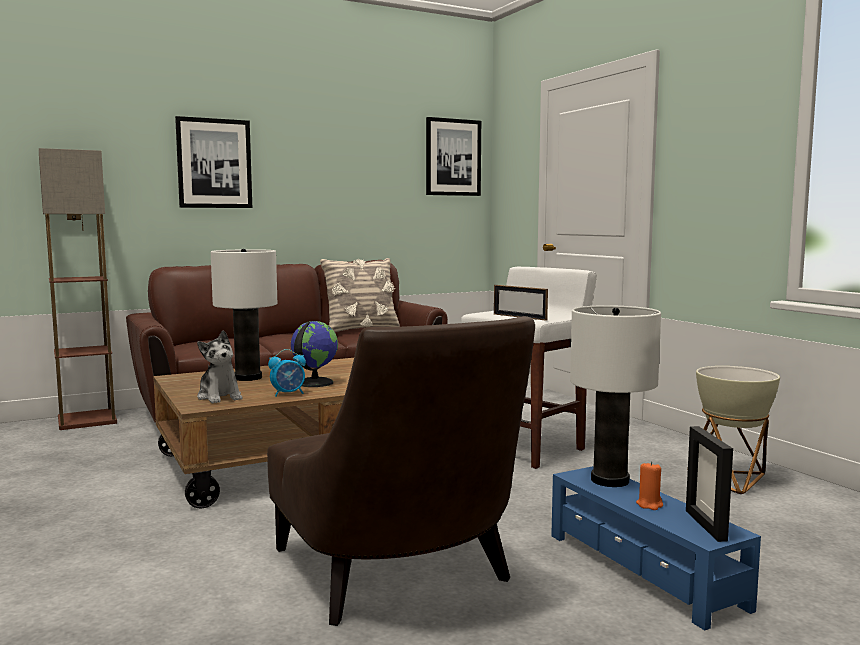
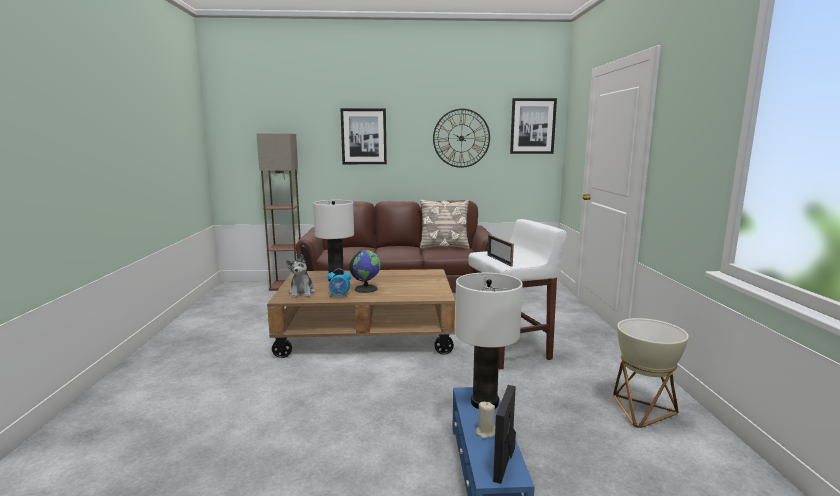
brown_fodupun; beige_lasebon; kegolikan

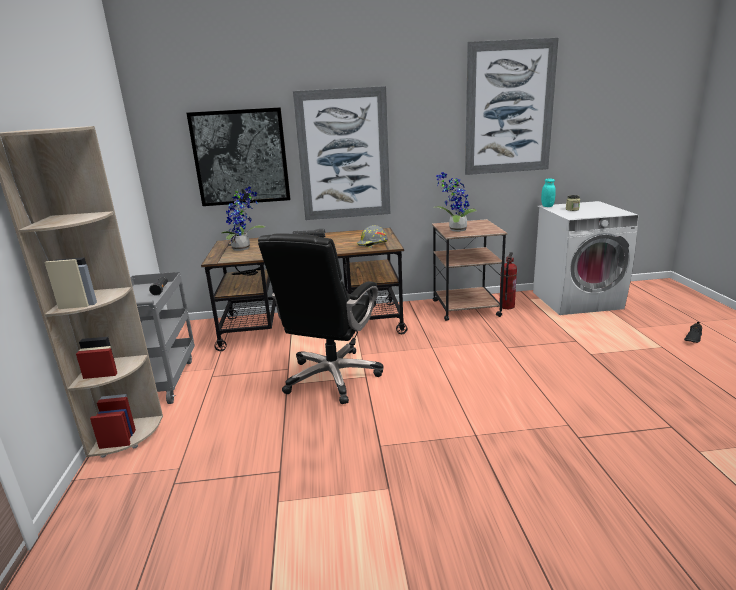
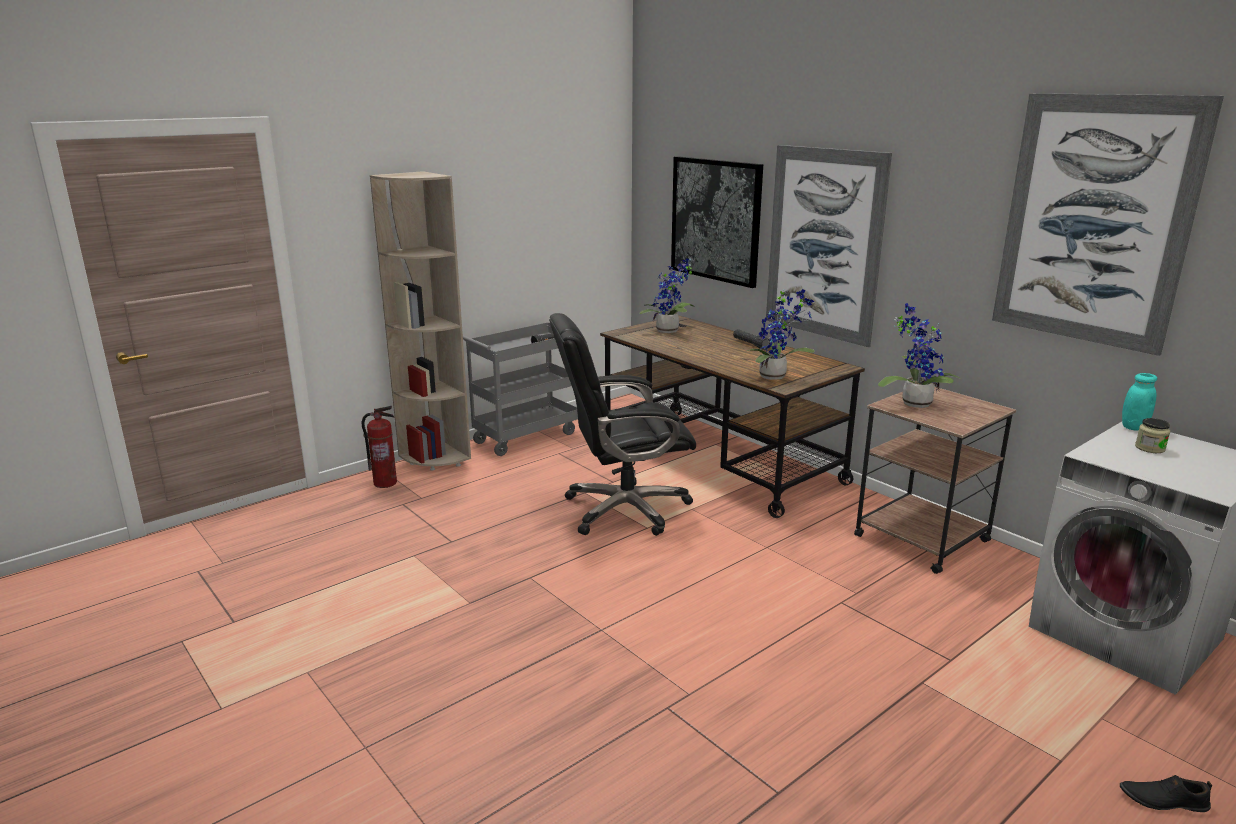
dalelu (2nd from left); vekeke

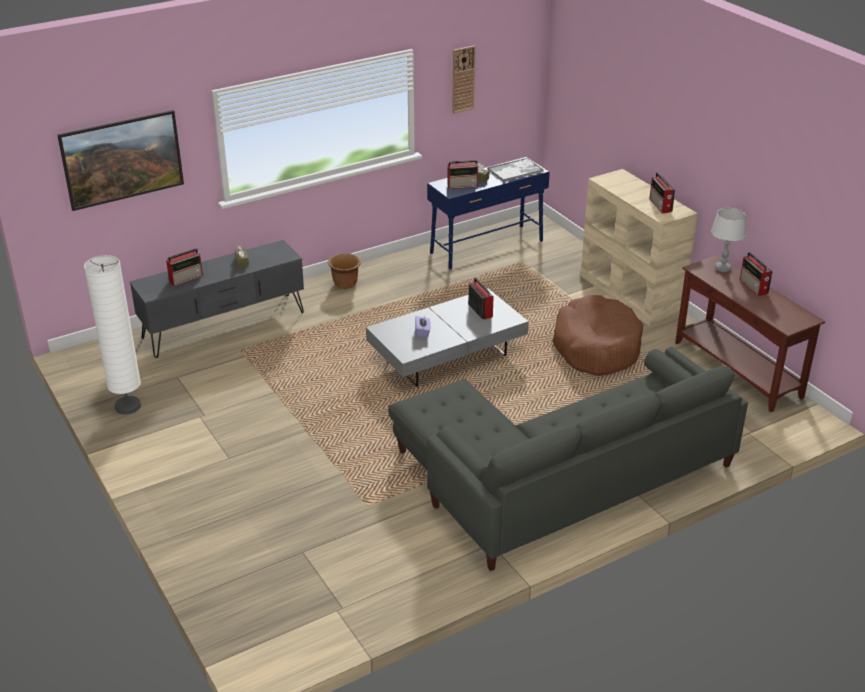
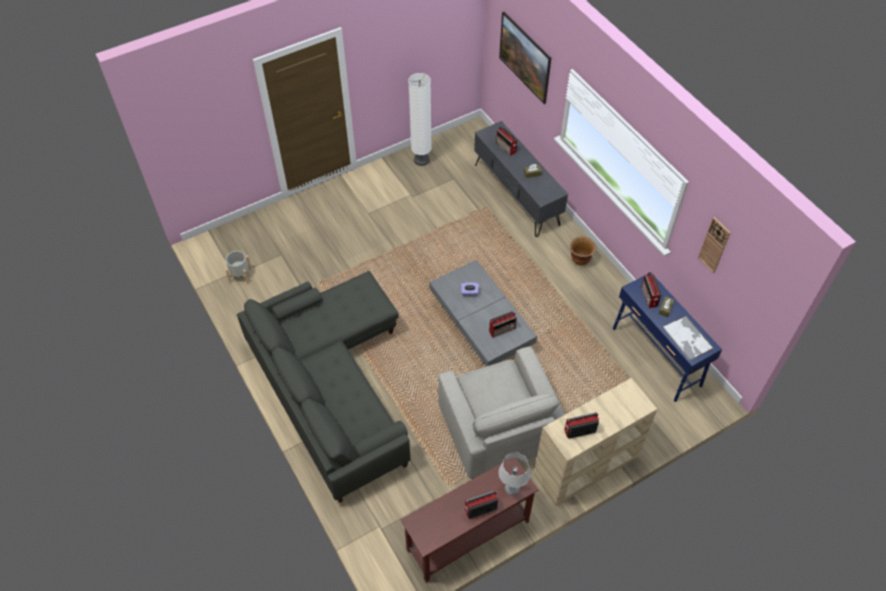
grey_fodupun; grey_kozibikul

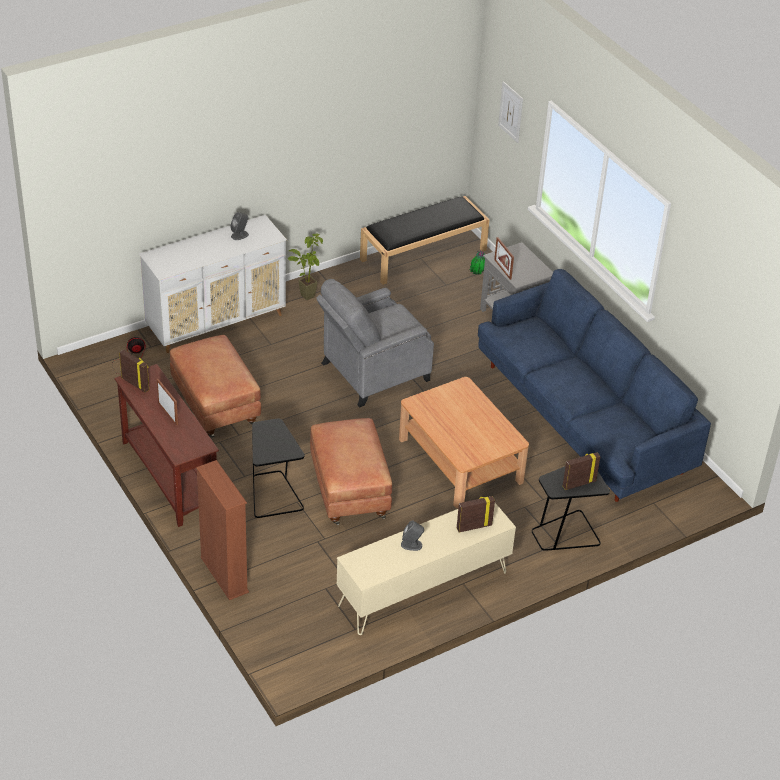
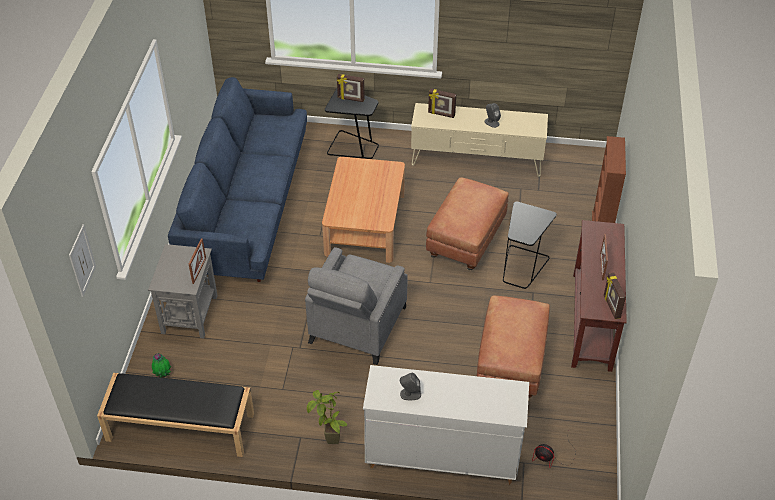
grey_fodupun

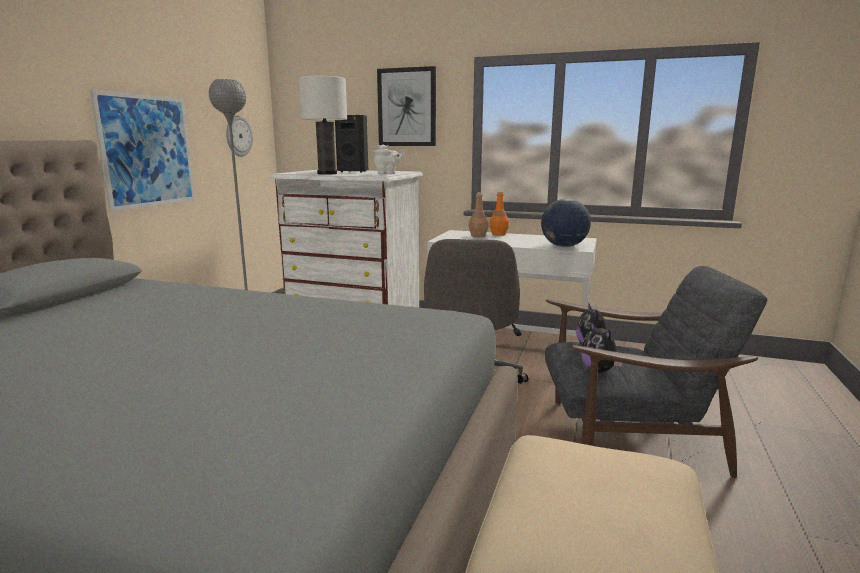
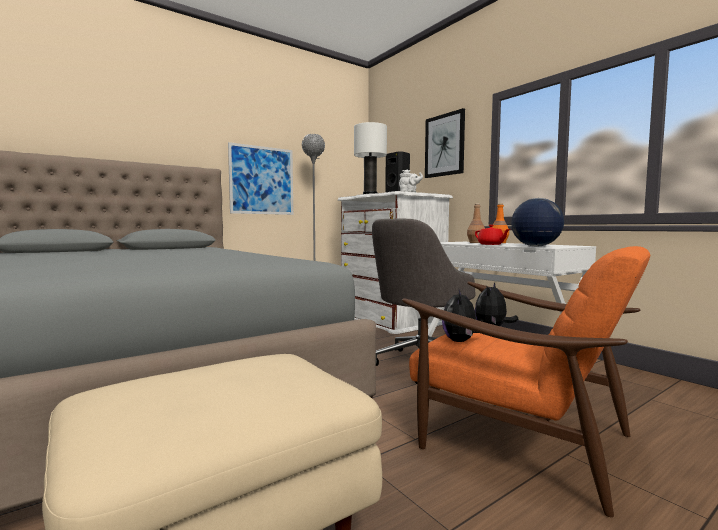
kegolikan; orange_fodupun; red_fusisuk

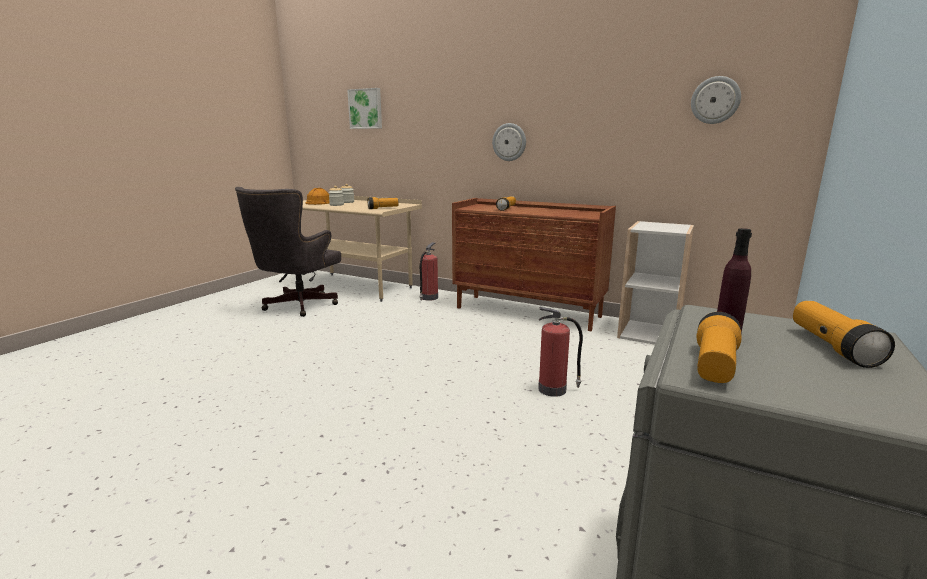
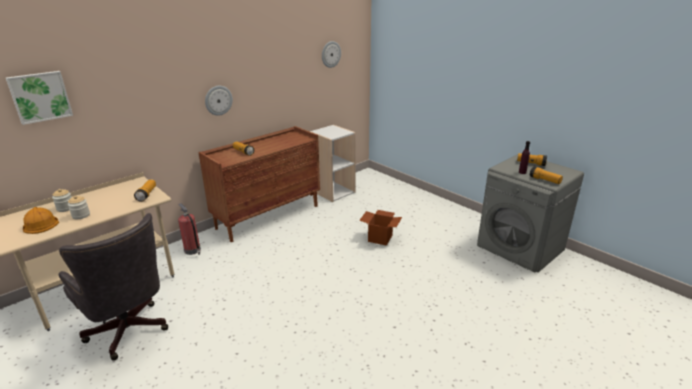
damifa

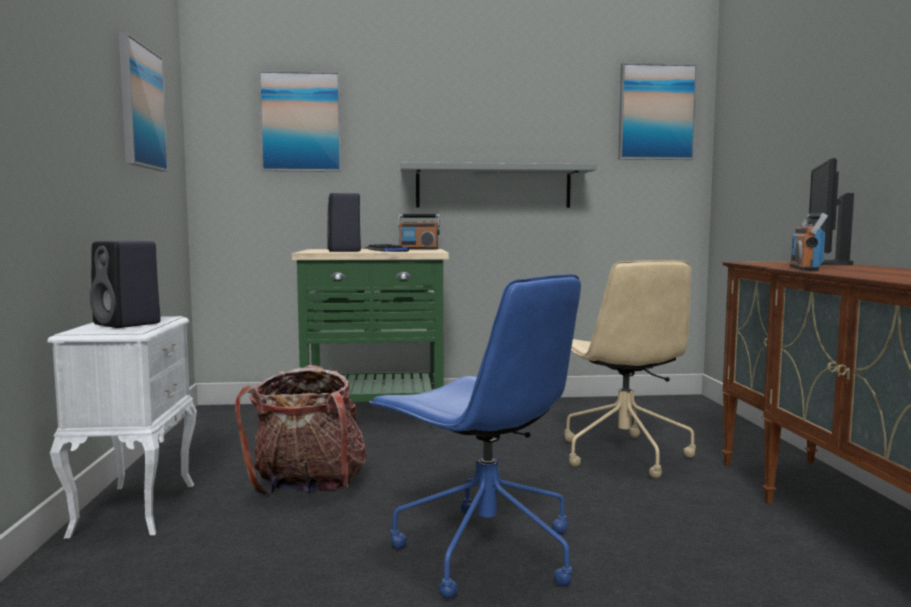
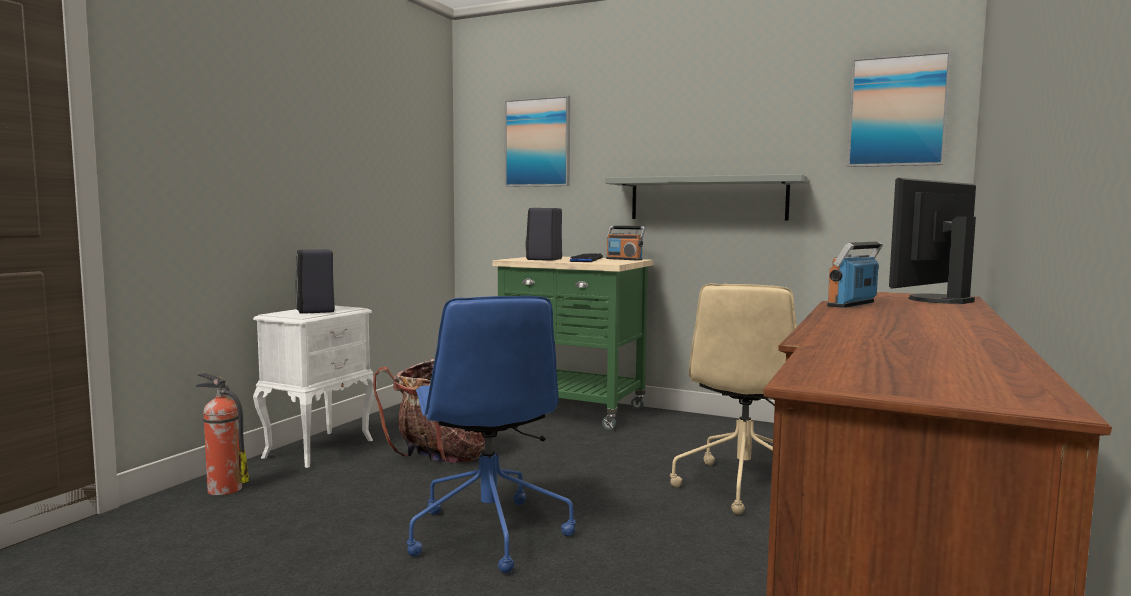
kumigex (1st from left in the first image); vekeke

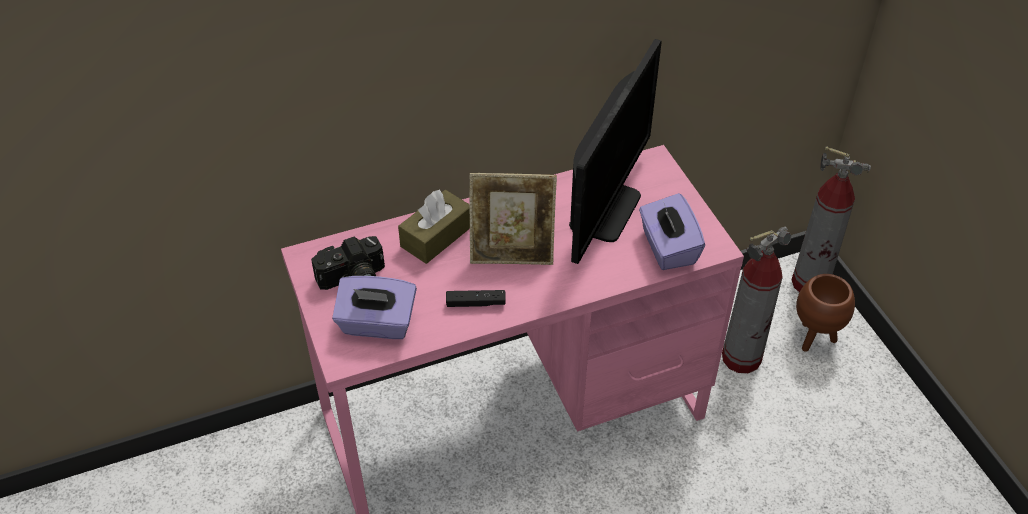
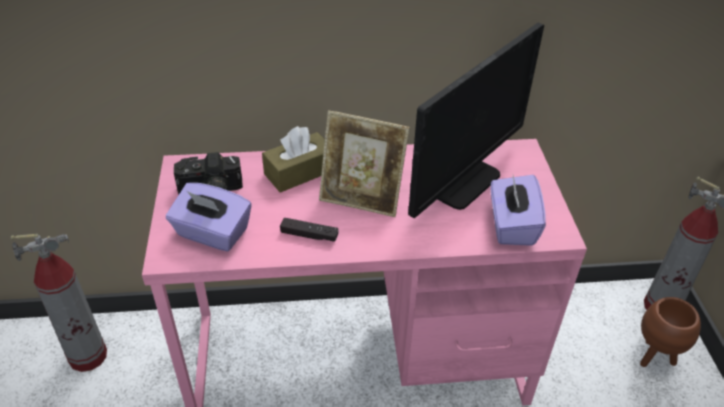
vekeke (1st from left)

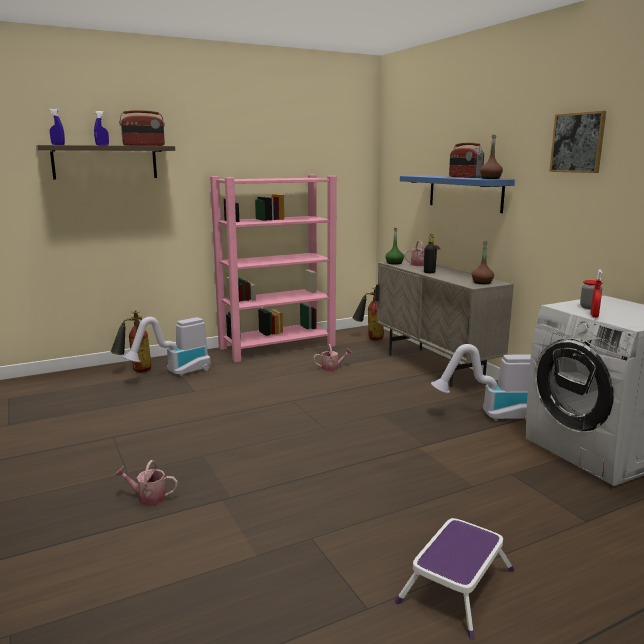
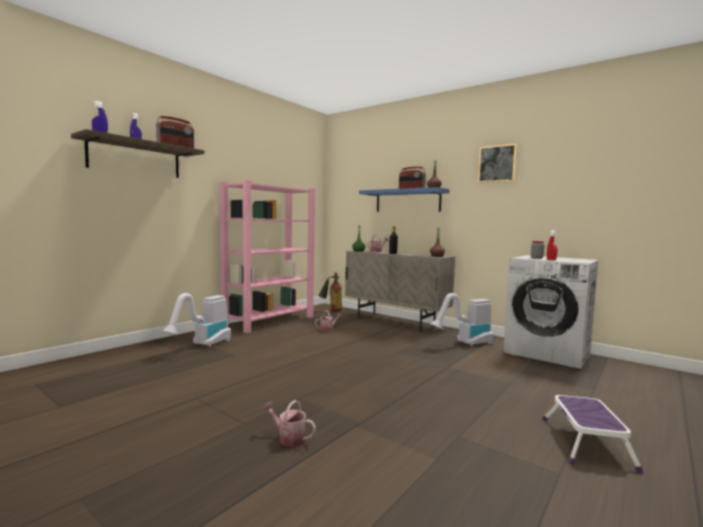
vekeke (1st from left in the first image); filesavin (1st from left)

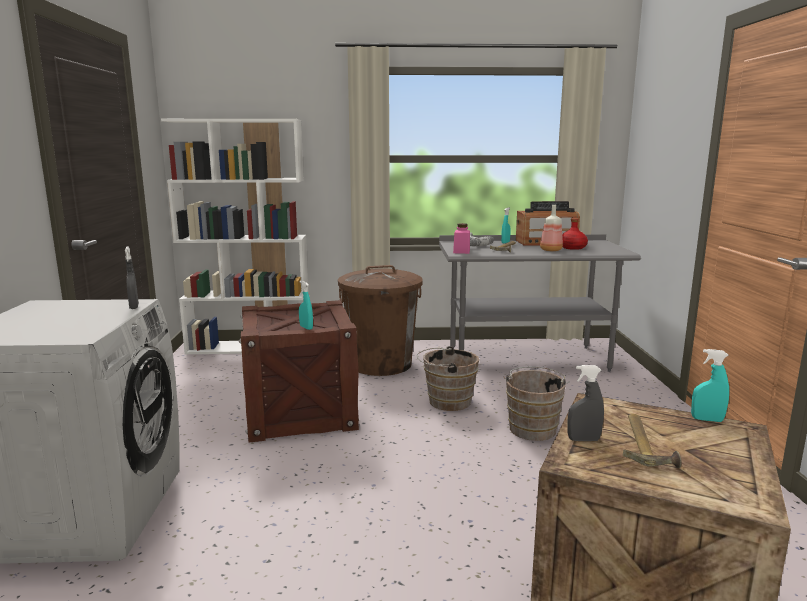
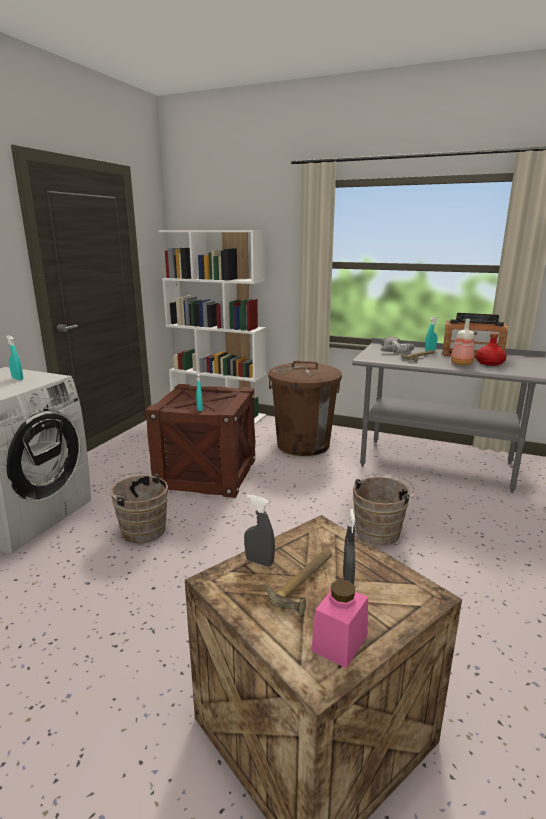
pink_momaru; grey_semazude (2nd from left); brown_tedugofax (1st from left); turquoise_semazude (1st from left)

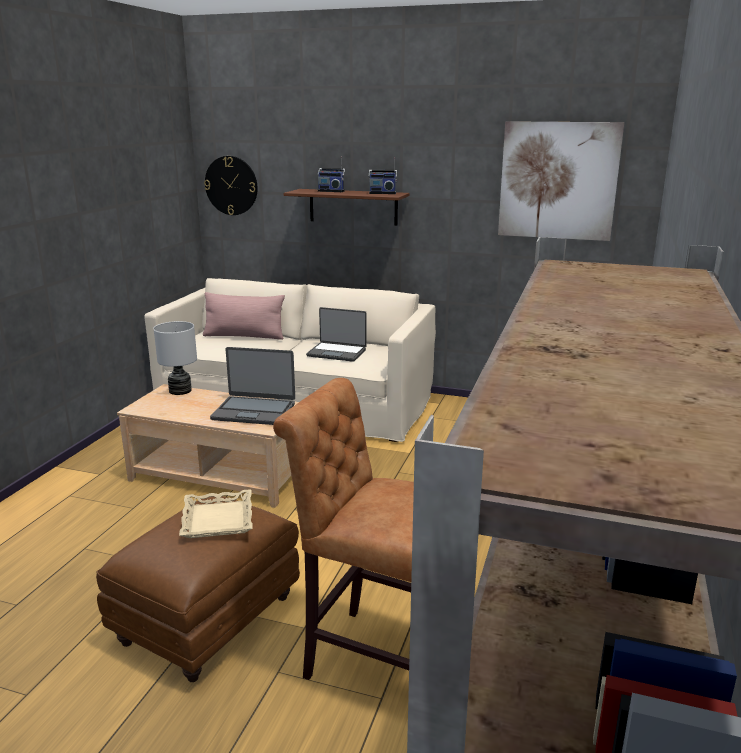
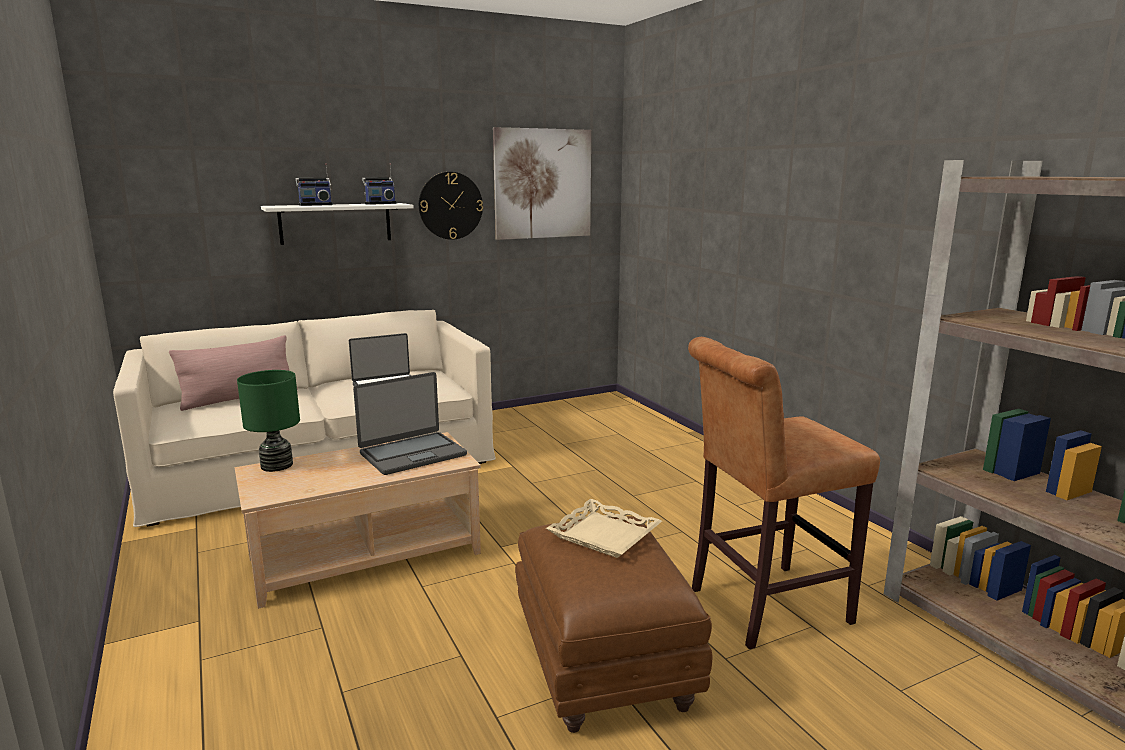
kegolikan; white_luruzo; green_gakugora

